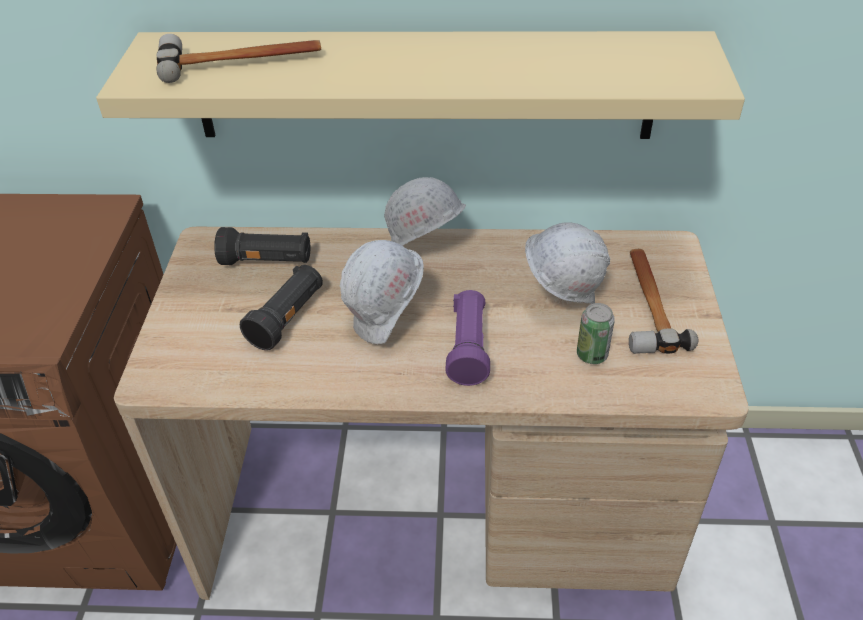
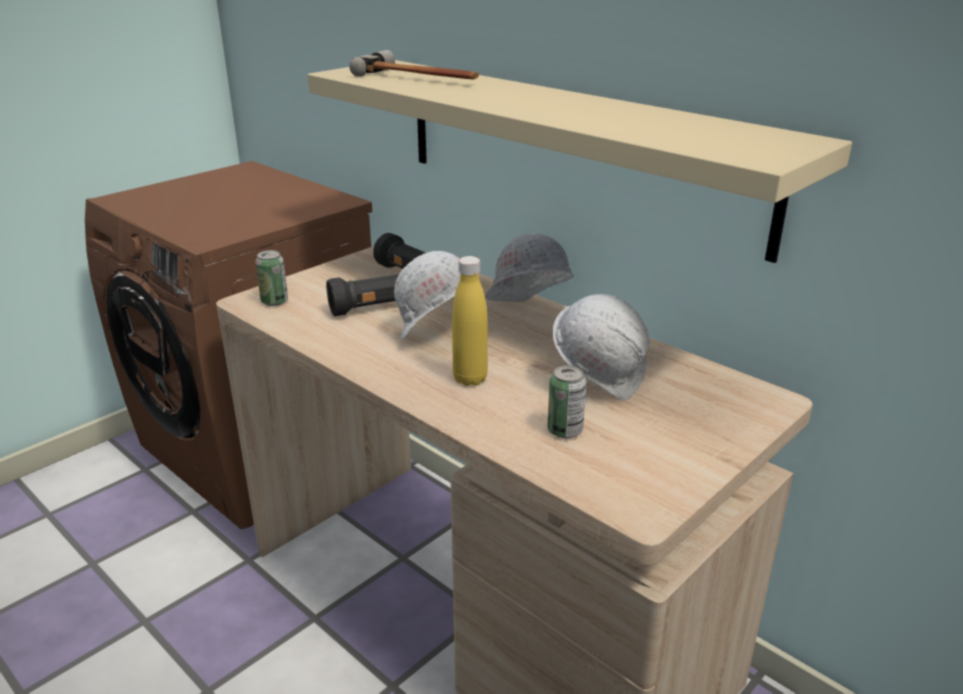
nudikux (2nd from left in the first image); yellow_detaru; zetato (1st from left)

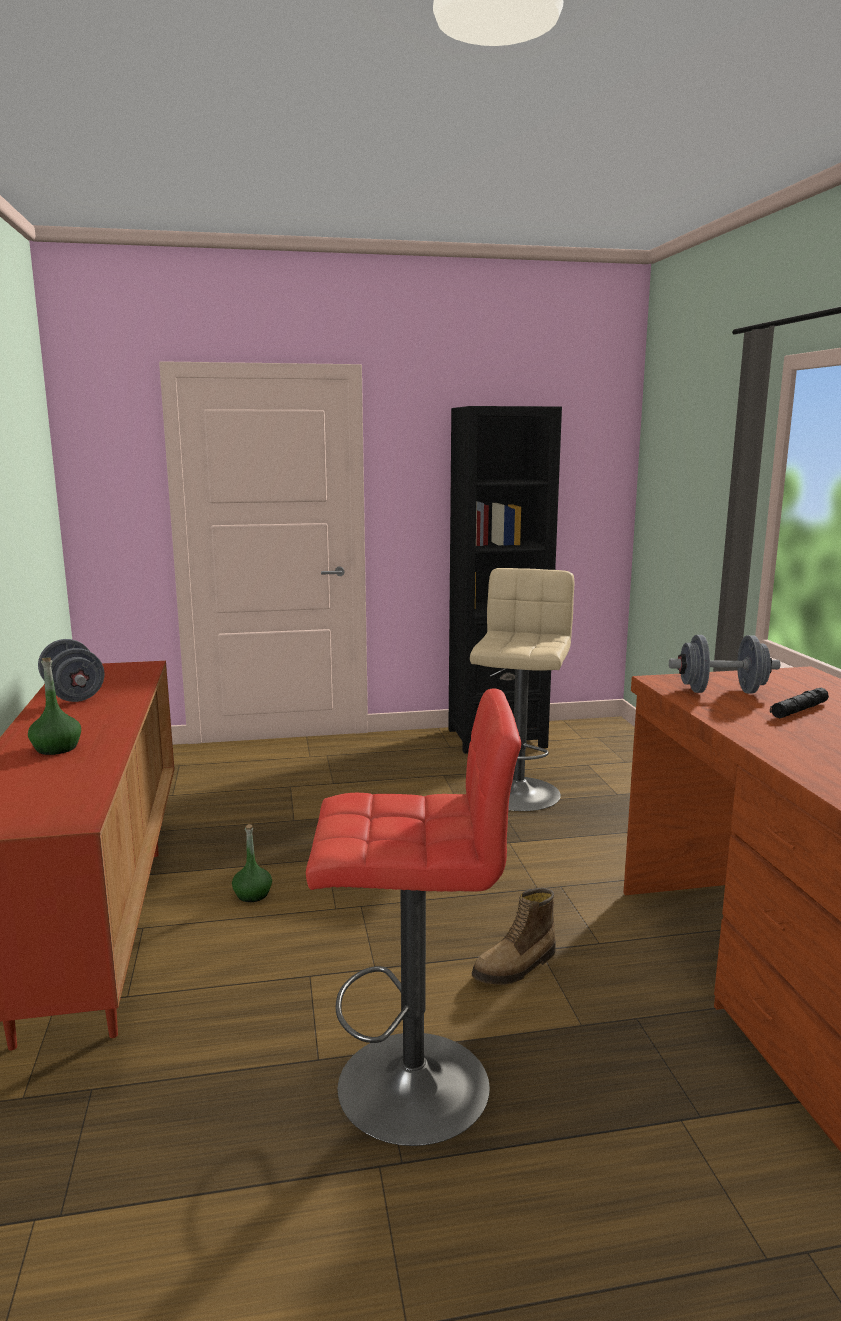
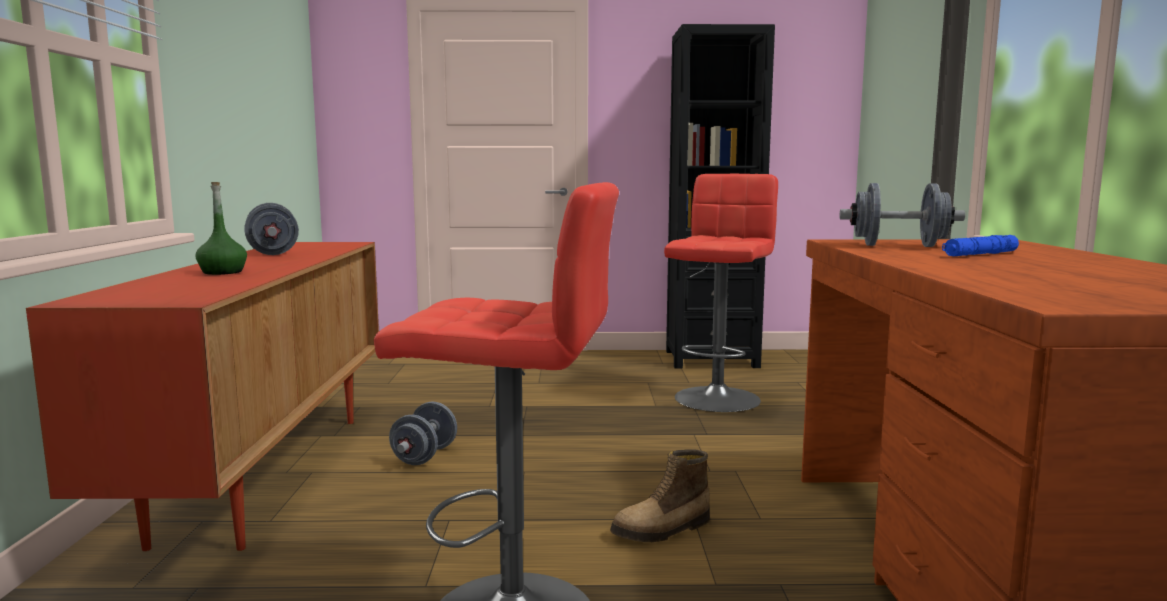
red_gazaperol (2nd from left); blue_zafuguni; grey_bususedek (2nd from left)

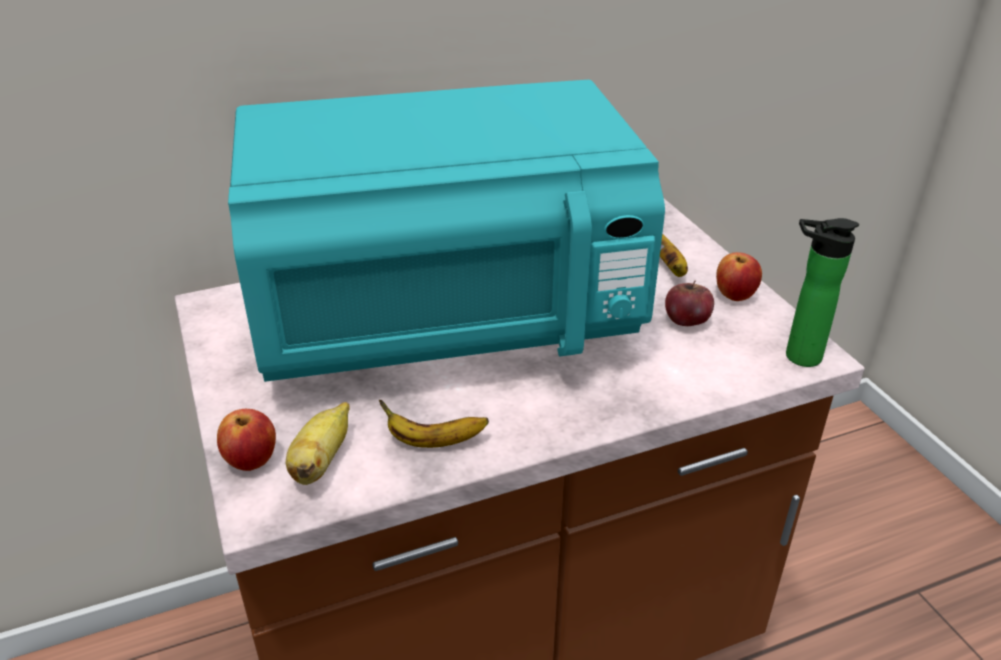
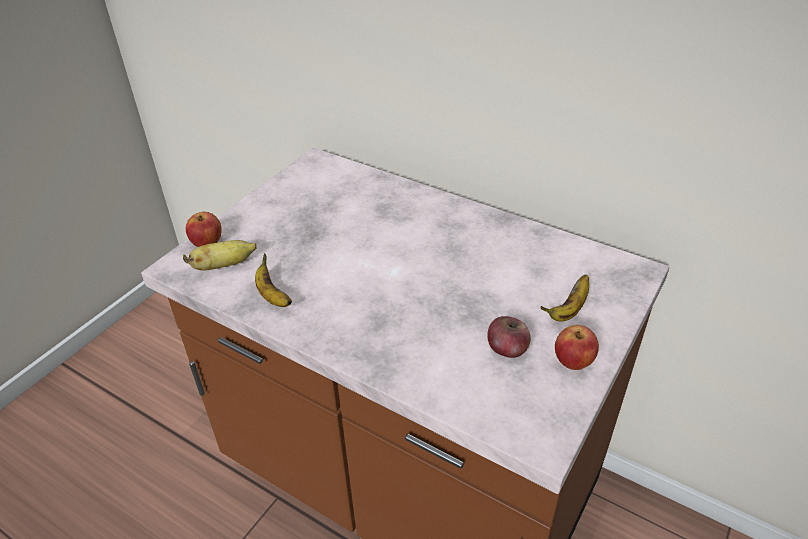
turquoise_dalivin; detaru

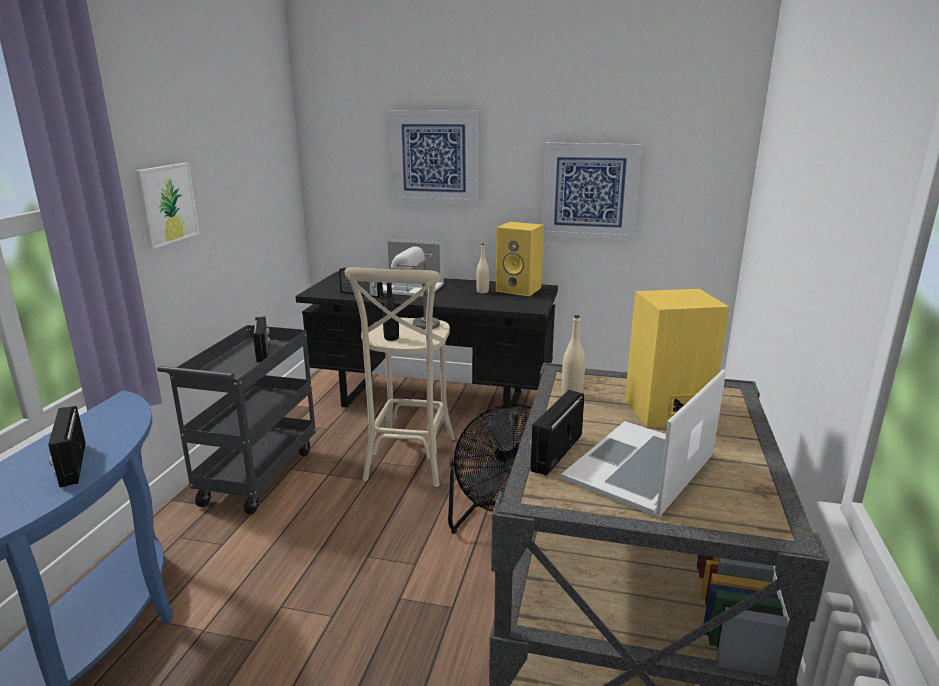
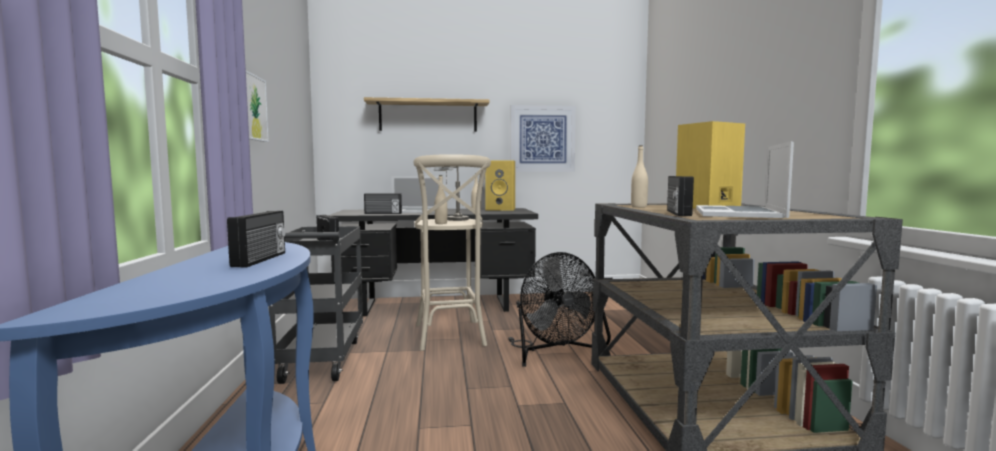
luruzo; beige_detaru (1st from left); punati (1st from left)

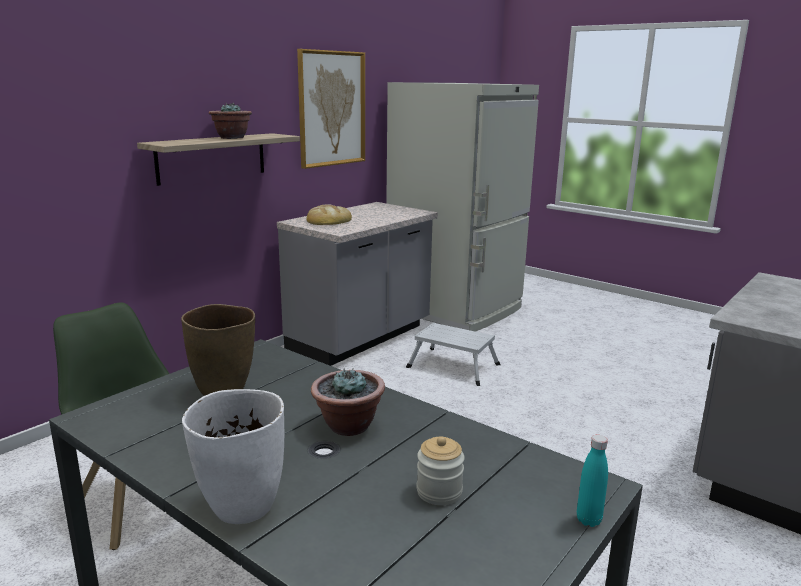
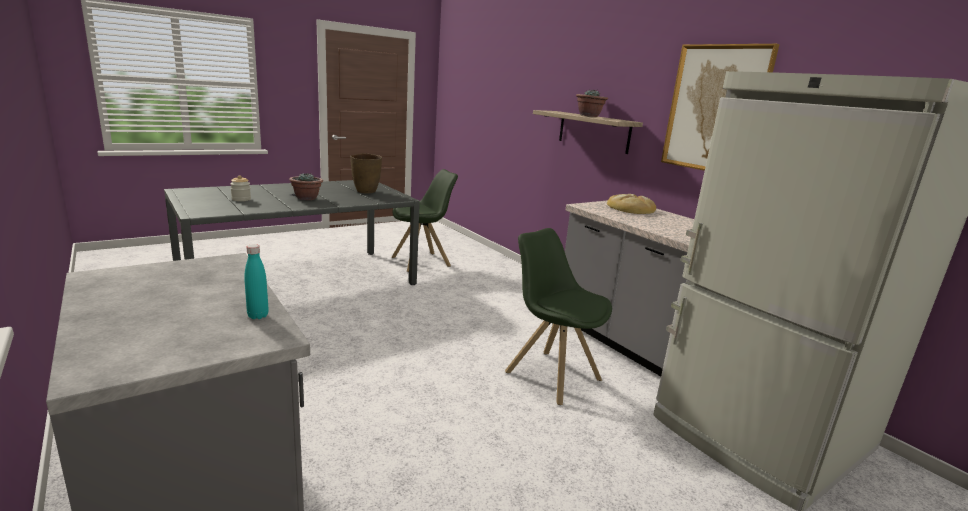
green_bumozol (2nd from left); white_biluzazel; turquoise_detaru

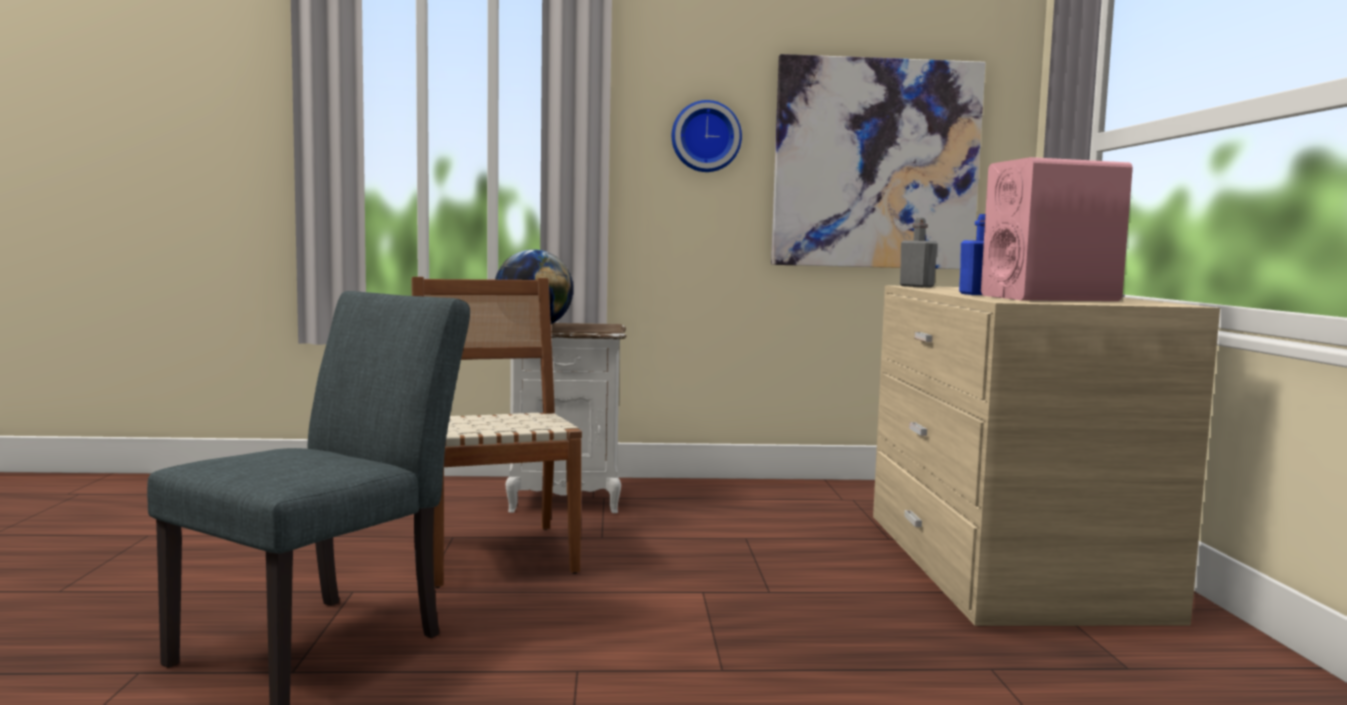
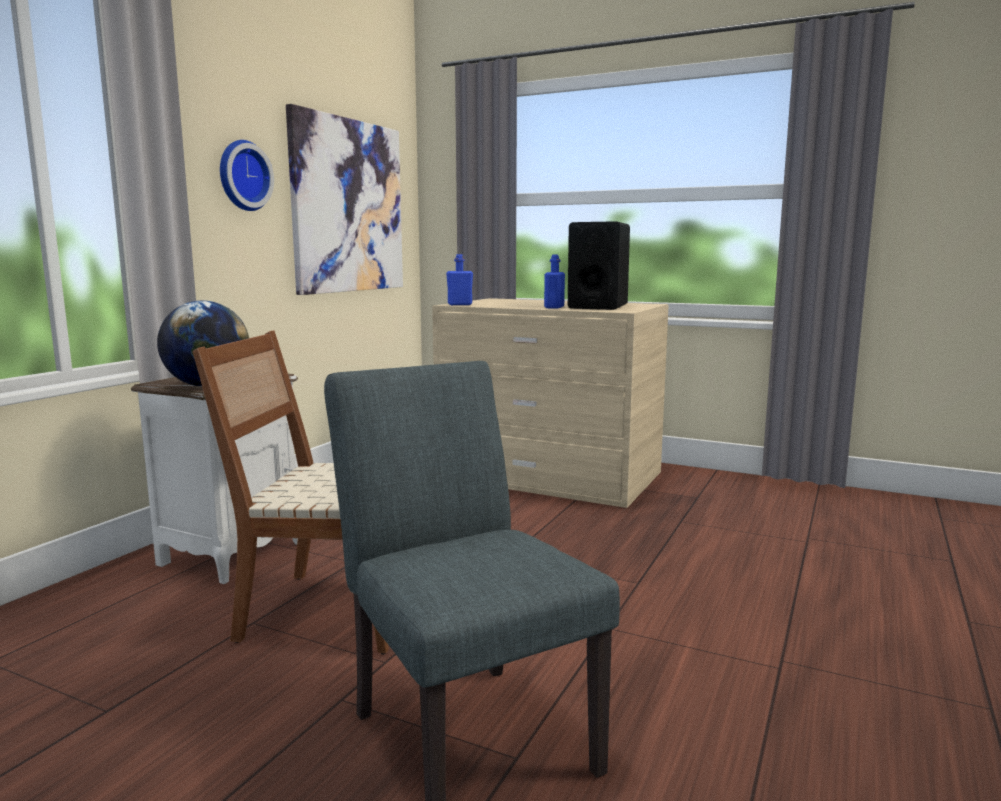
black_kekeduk; blue_detaru (1st from left)

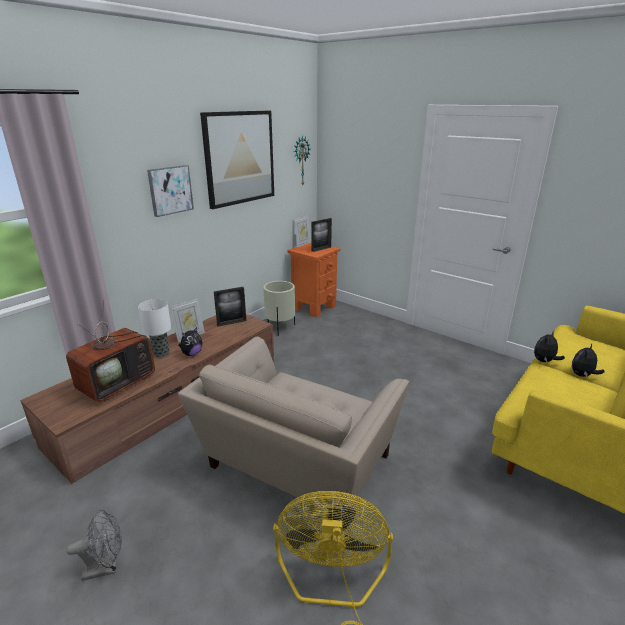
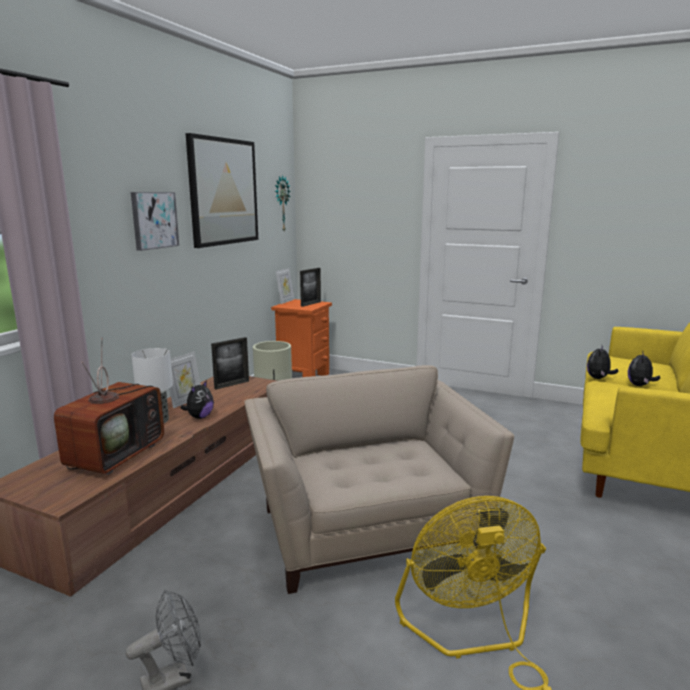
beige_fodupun

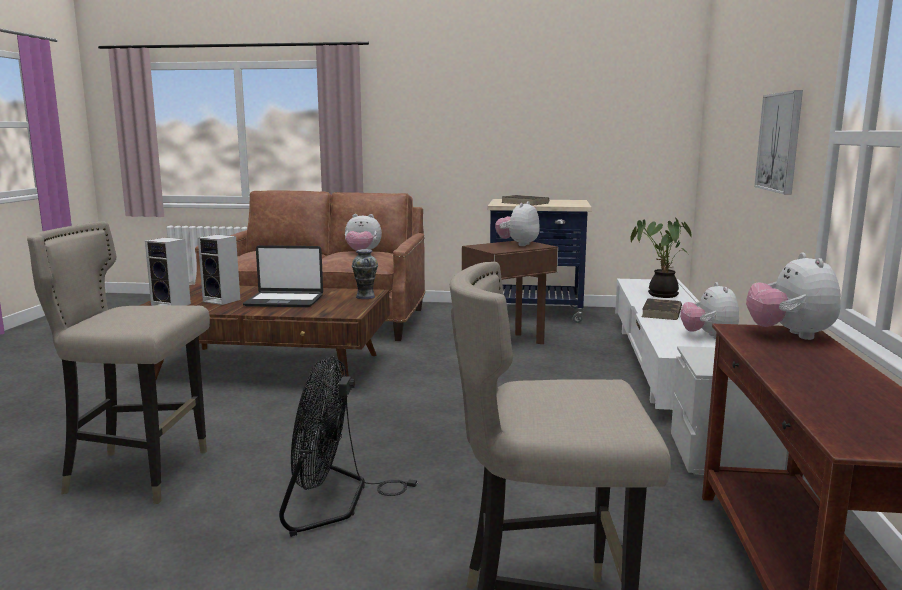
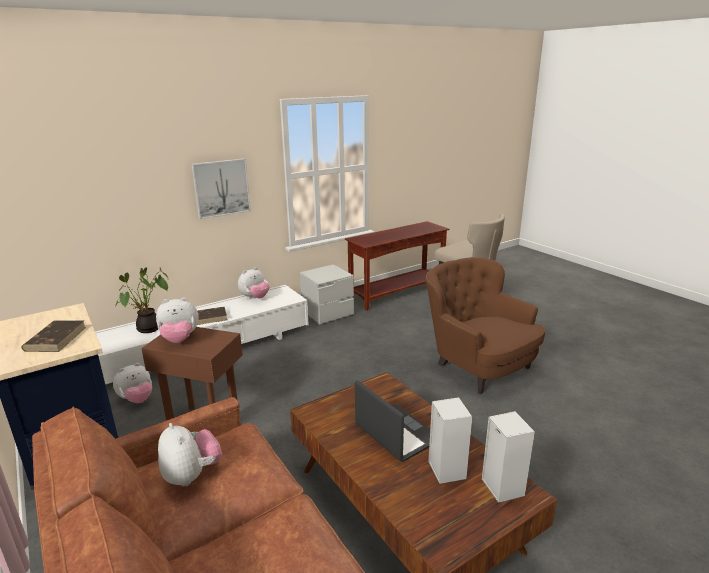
beige_gazaperol (1st from left in the first image); biluzazel; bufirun (1st from left); brown_fodupun

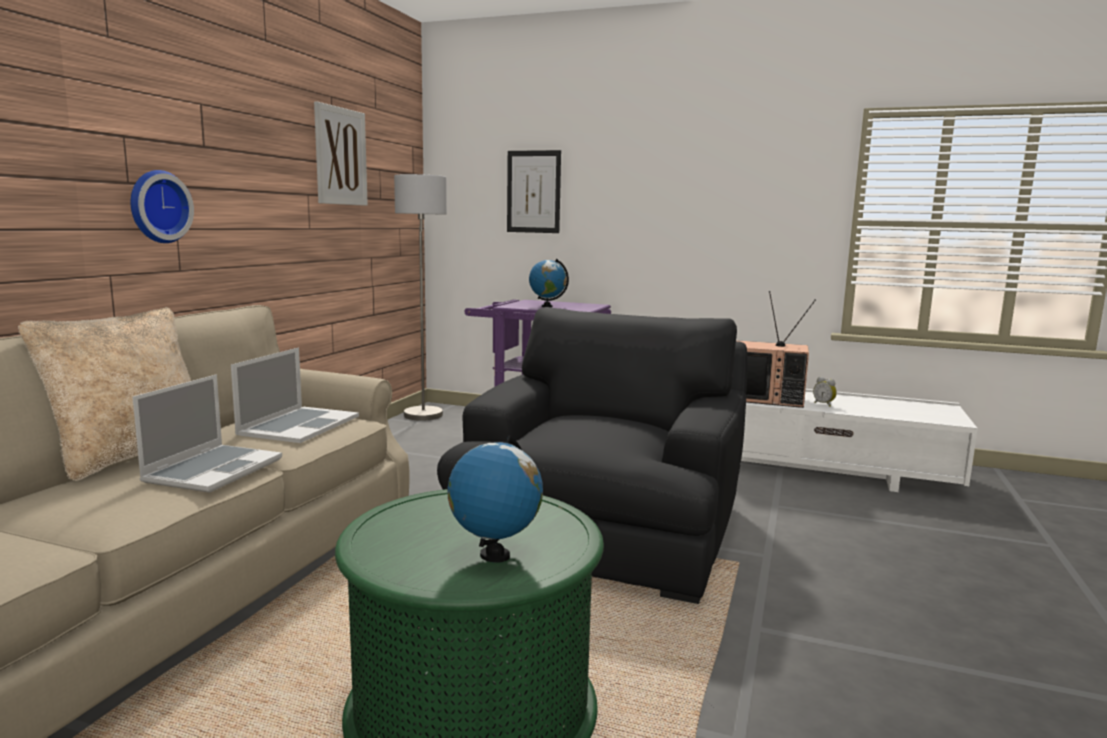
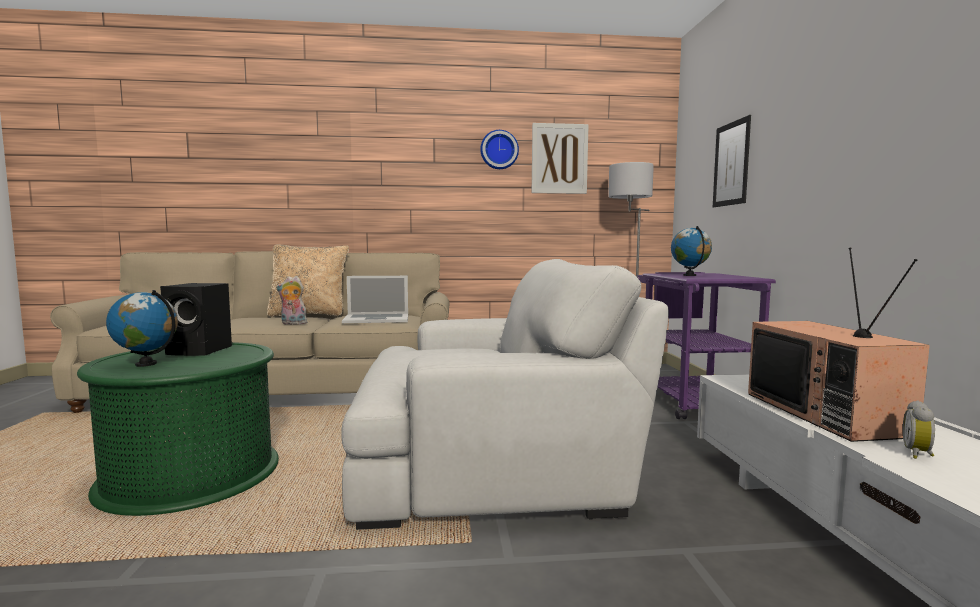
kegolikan; white_fodupun; bufirun; black_kekeduk

